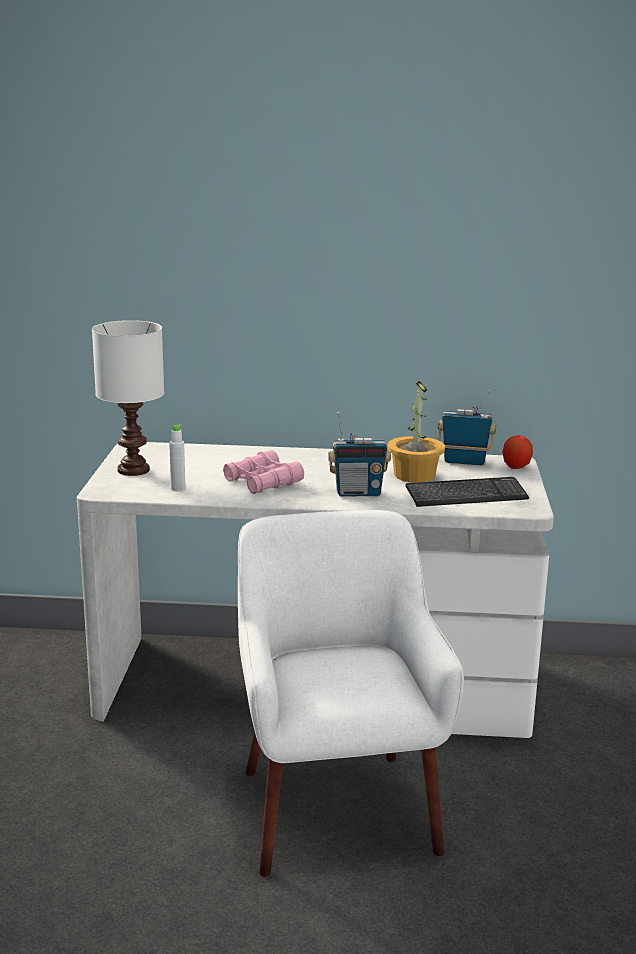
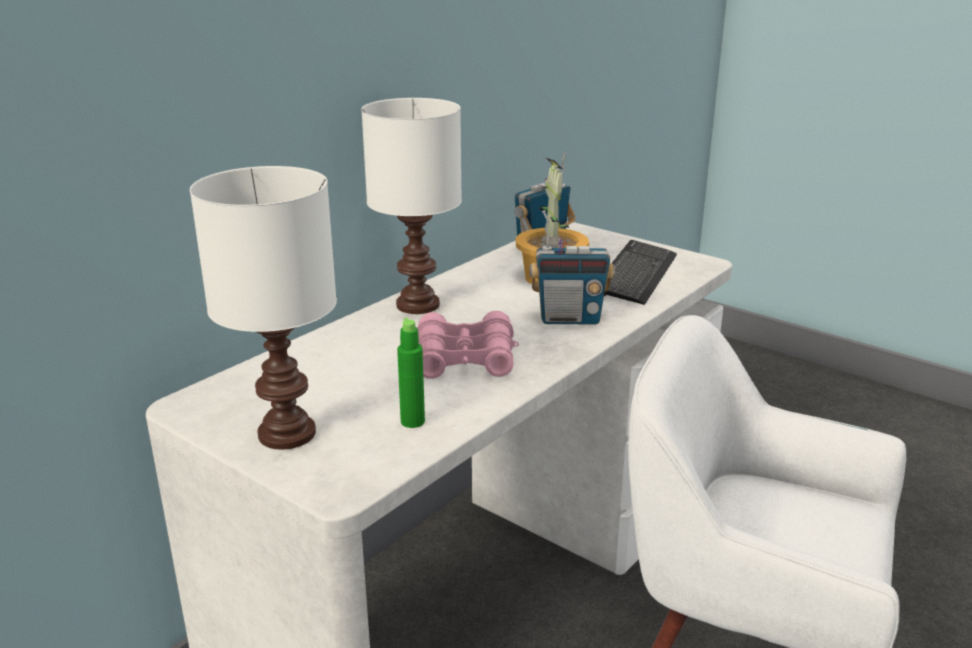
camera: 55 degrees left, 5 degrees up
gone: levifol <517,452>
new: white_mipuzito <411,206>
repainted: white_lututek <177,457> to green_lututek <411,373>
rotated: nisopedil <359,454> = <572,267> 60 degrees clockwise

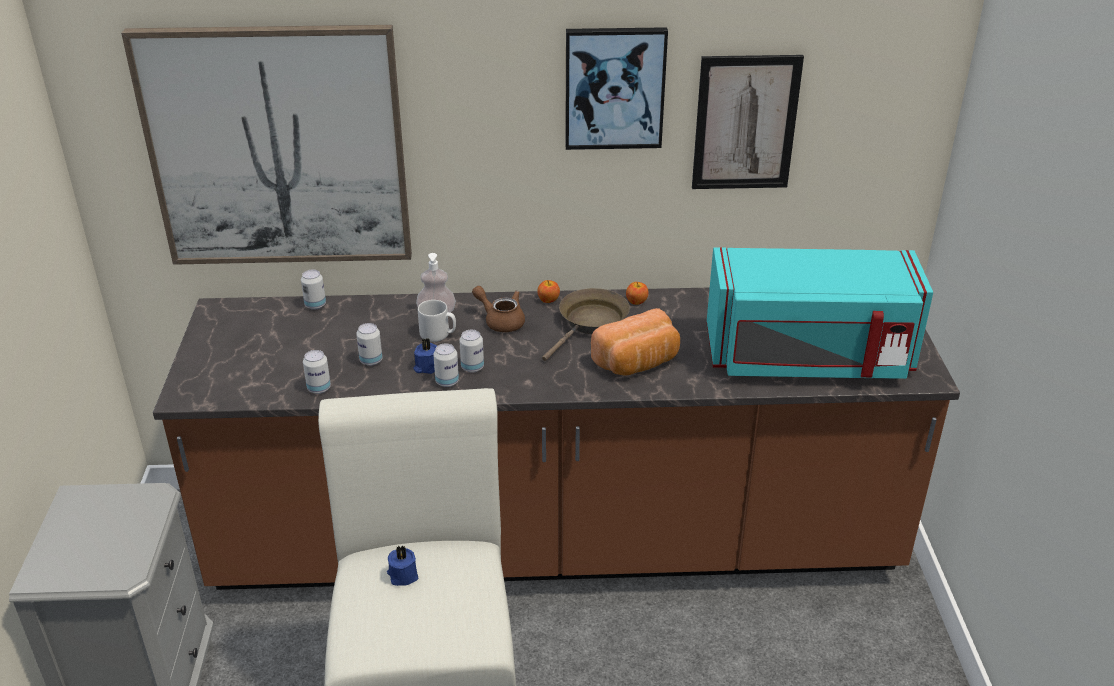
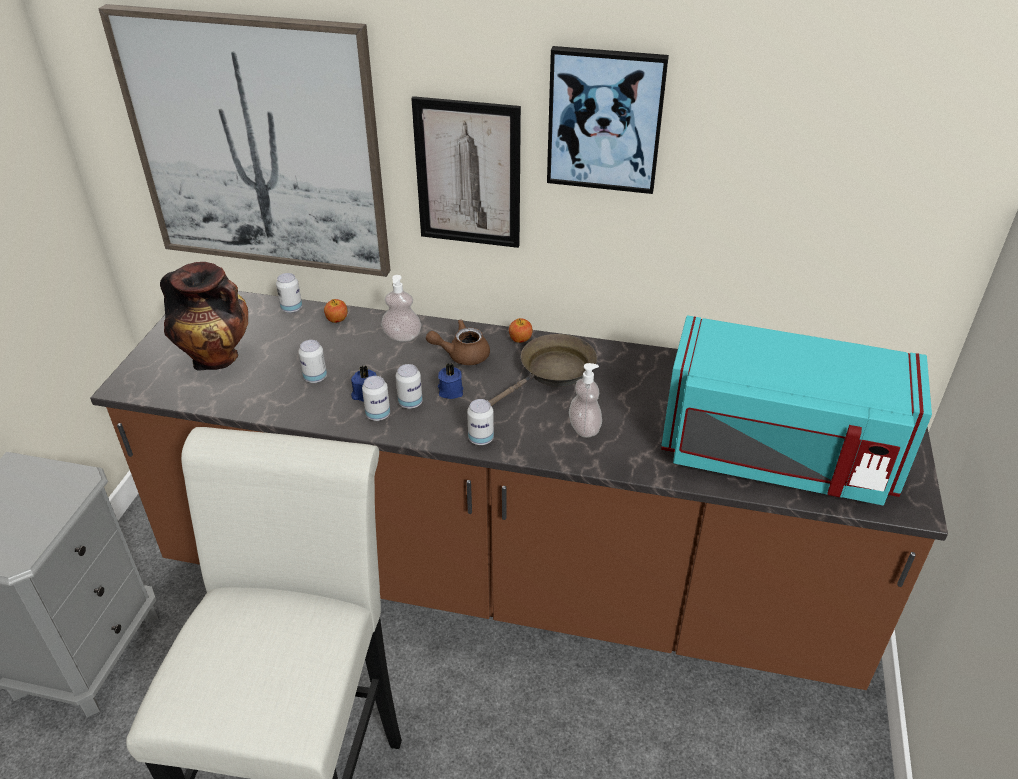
camera: 15 degrees right, 5 degrees up
gone: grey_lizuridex <437,321>
new: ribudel <204,316>
shifted: levifol <637,293> to <335,311>; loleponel <748,122> to <466,172>; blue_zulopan <402,565> to <450,381>; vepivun <317,372> to <480,422>
swapped: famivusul <635,342> to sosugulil <585,400>
rotated: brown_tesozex <498,309> = <458,342> 60 degrees counterclockwise

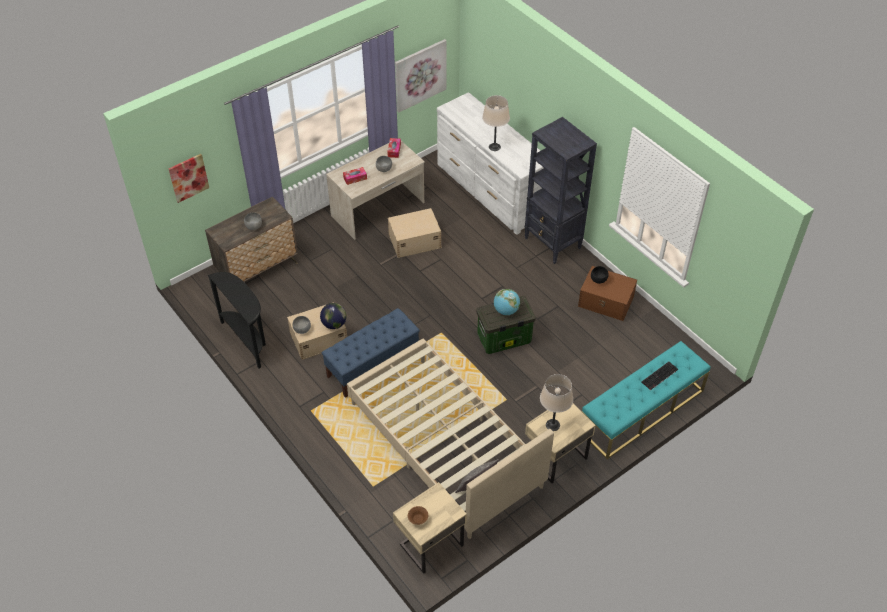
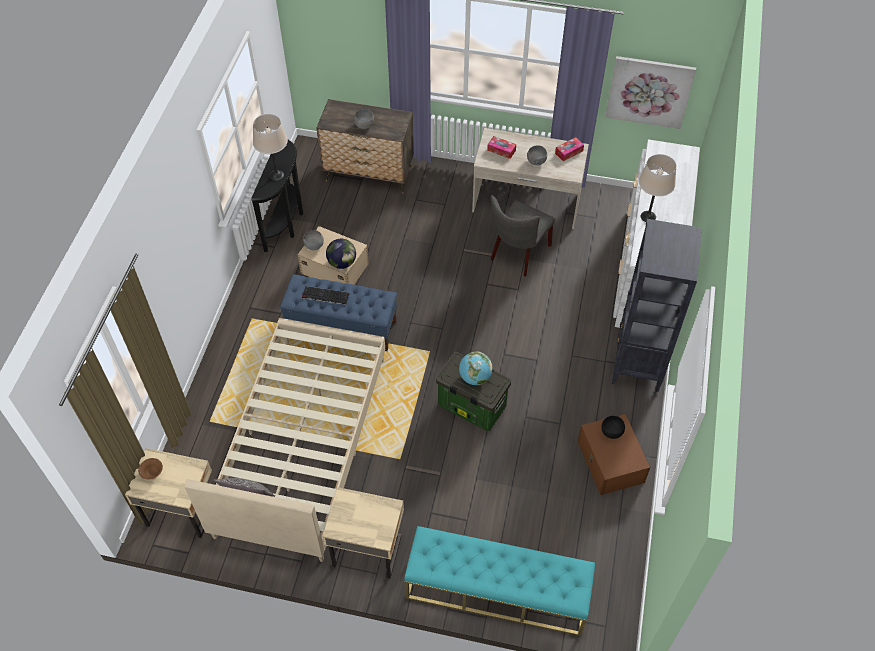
camera: 50 degrees right, 5 degrees up
gone: loleponel <188,178>
shifted: beige_mipuzito <556,402> to <270,147>; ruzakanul <659,376> to <326,295>
swapped: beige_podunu <414,233> to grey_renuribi <523,235>

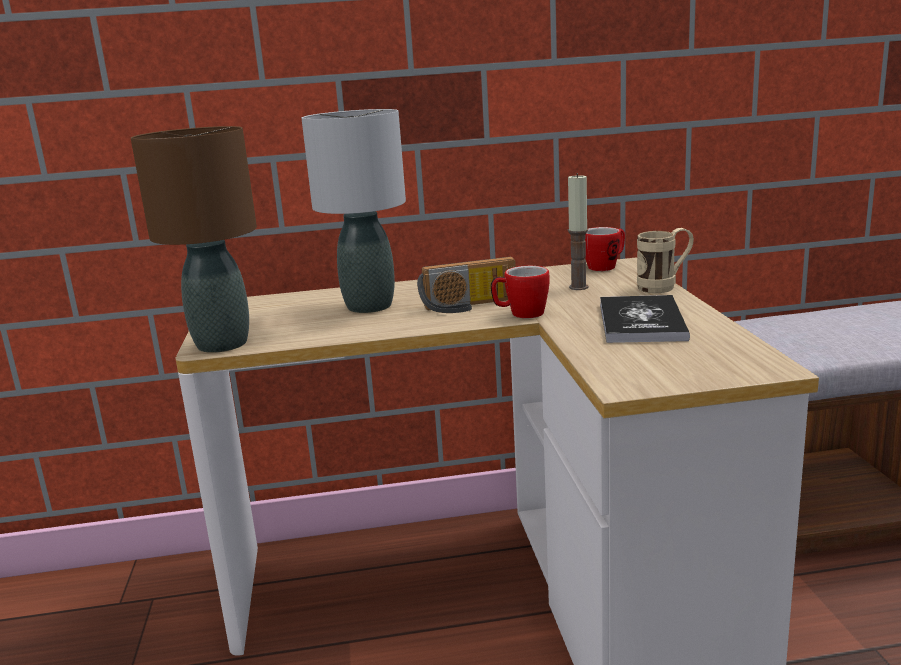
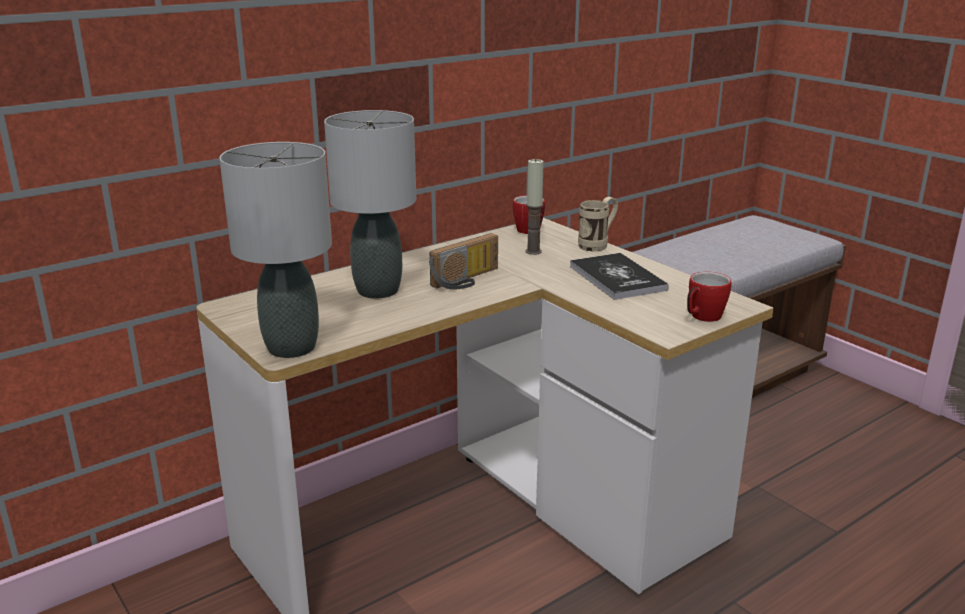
camera: 30 degrees left, 5 degrees up
shifted: lizuridex <520,292> to <709,297>
repainted: brown_mipuzito <194,239> to grey_mipuzito <275,250>

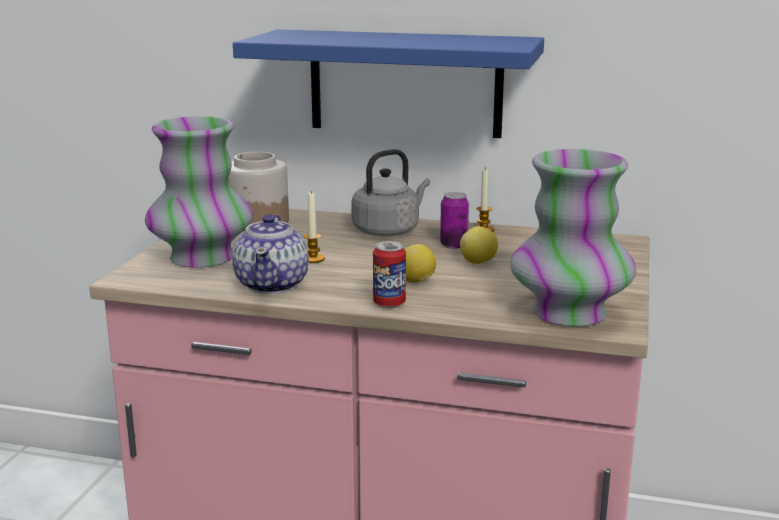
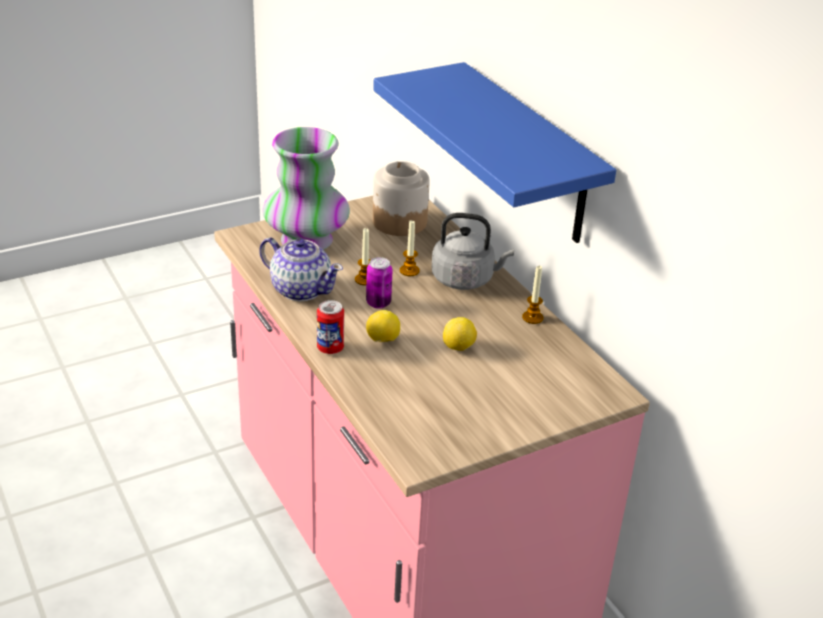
camera: 45 degrees right, 15 degrees up
gone: ribudel <573,237>
new: zulopan <410,248>
shifted: vepivun <454,220> to <379,283>
rotated: tesozex <270,254> = <301,269> 105 degrees counterclockwise

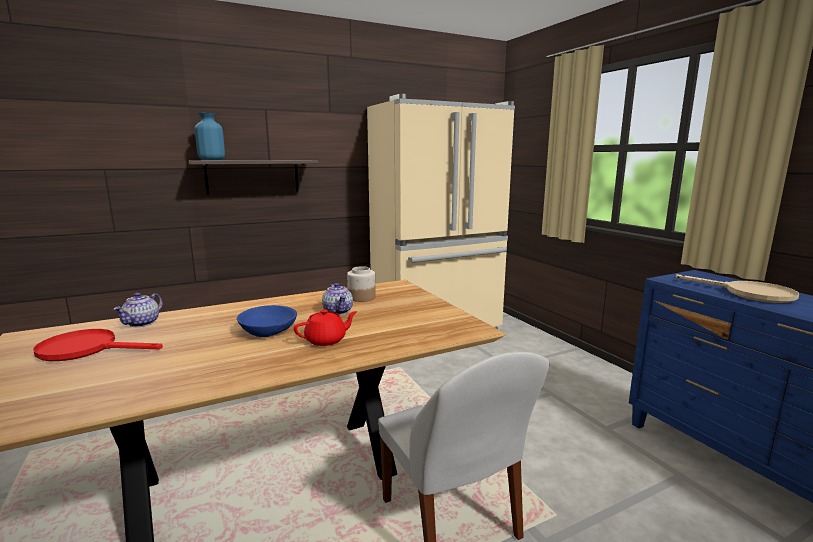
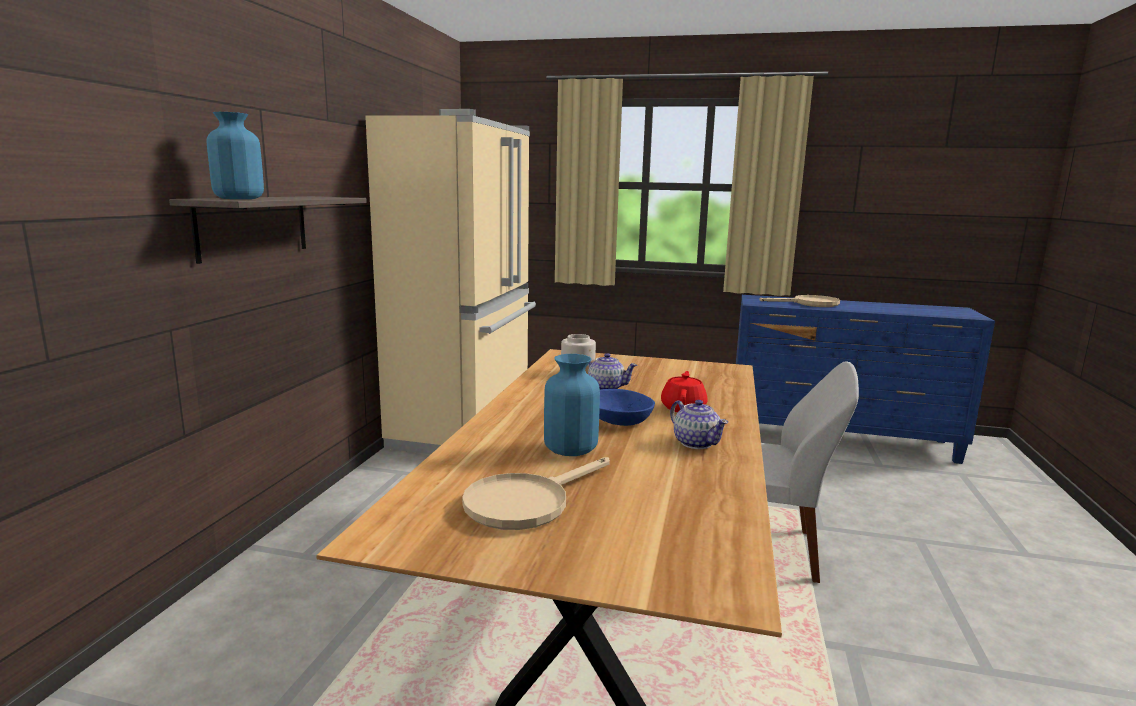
camera: 50 degrees left, 0 degrees up
new: blue_ribudel <572,405>
shifted: tesozex <137,310> to <699,424>
repainted: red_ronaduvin <98,345> to beige_ronaduvin <536,493>

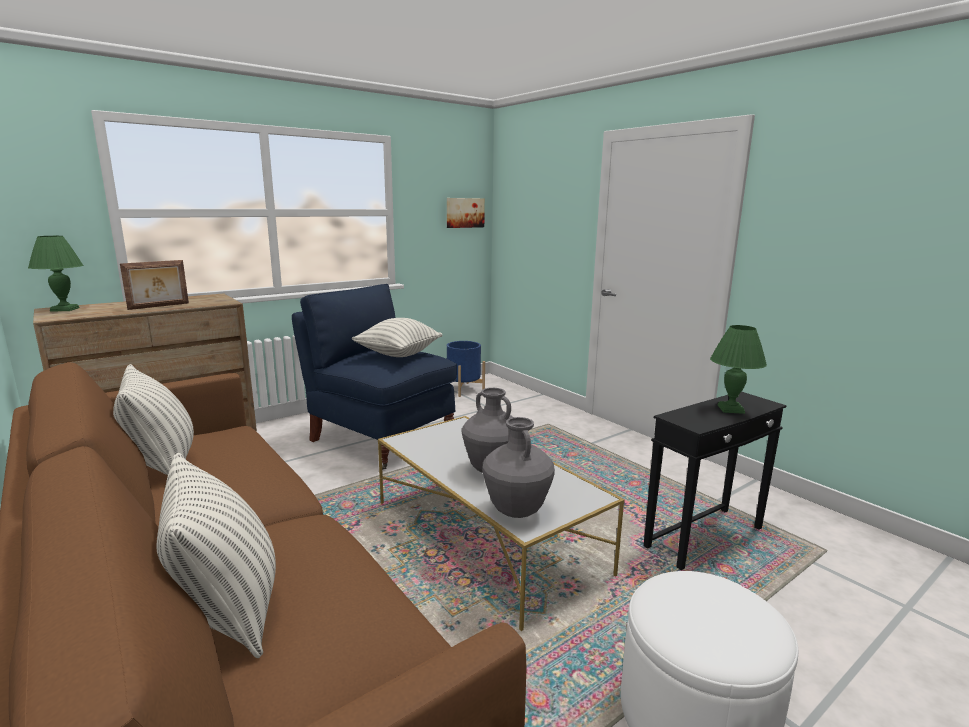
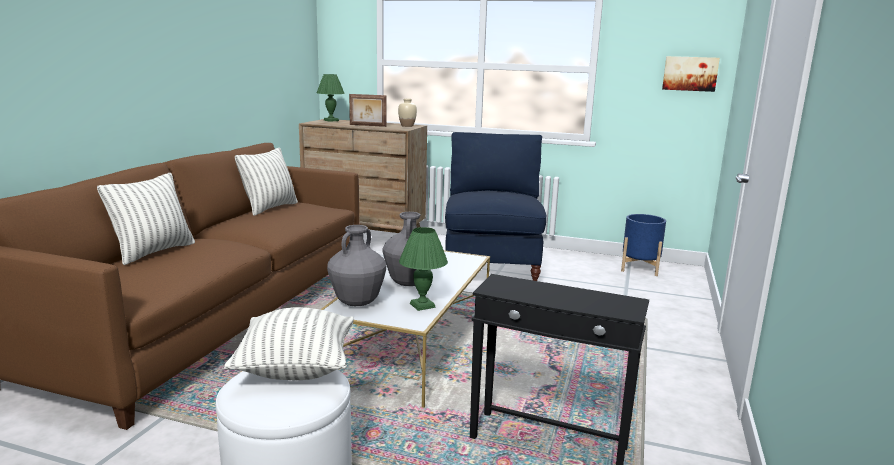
camera: 55 degrees right, 0 degrees up
new: beige_ribudel <407,113>
shifted: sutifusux <397,337> to <289,343>; green_mipuzito <738,369> to <423,269>

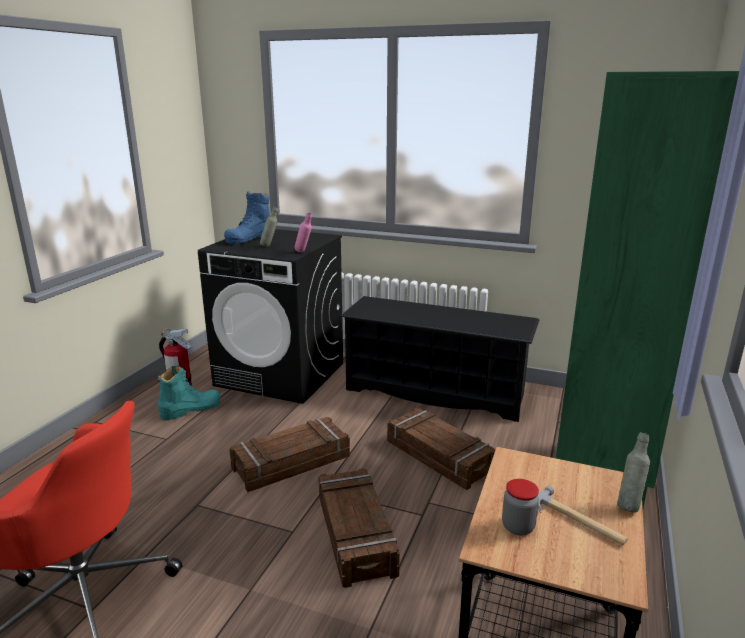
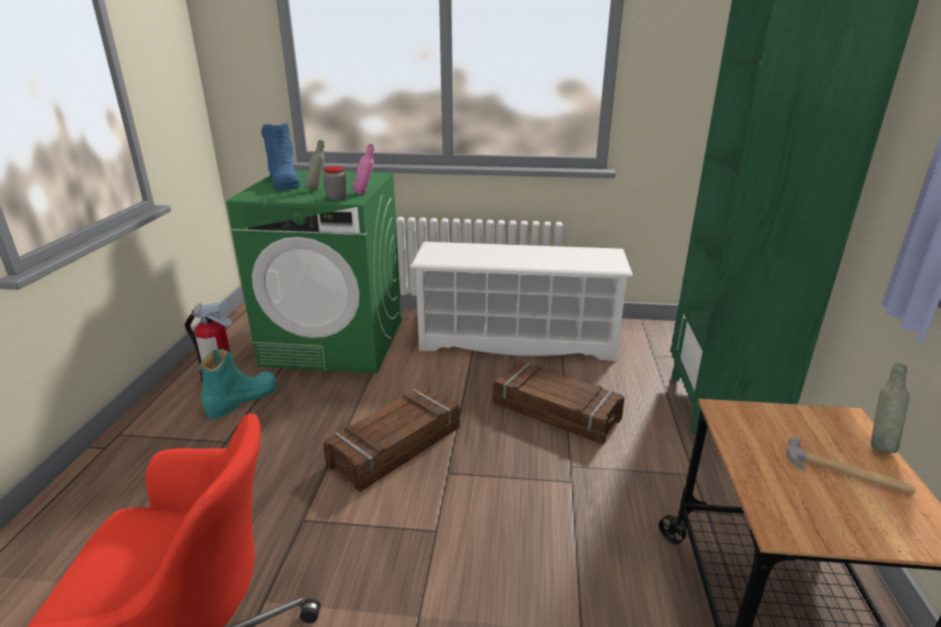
camera: 15 degrees left, 5 degrees up
gone: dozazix <359,528>
shifted: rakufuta <520,507> to <335,183>
repainted: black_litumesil <270,316> to green_litumesil <314,271>; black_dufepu <439,359> to white_dufepu <521,301>
rotated: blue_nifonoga <247,217> = <281,156> 45 degrees counterclockwise

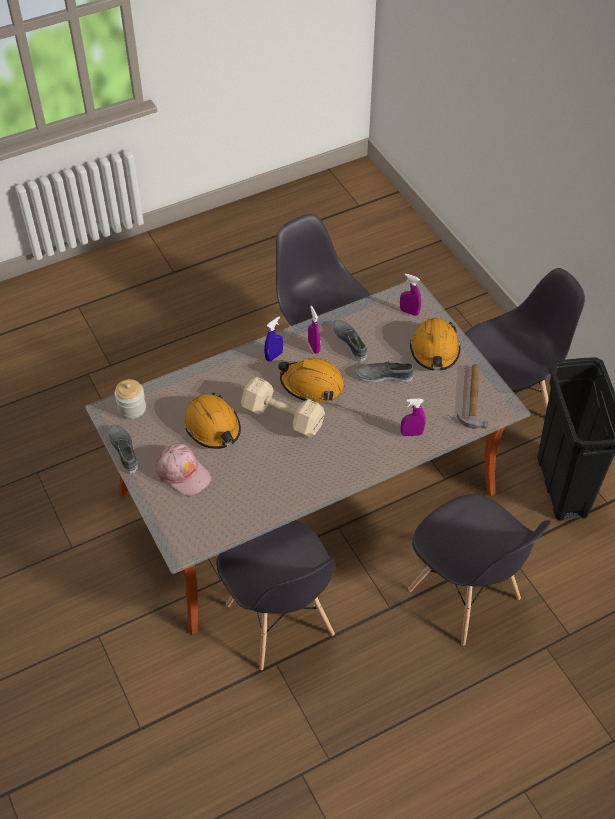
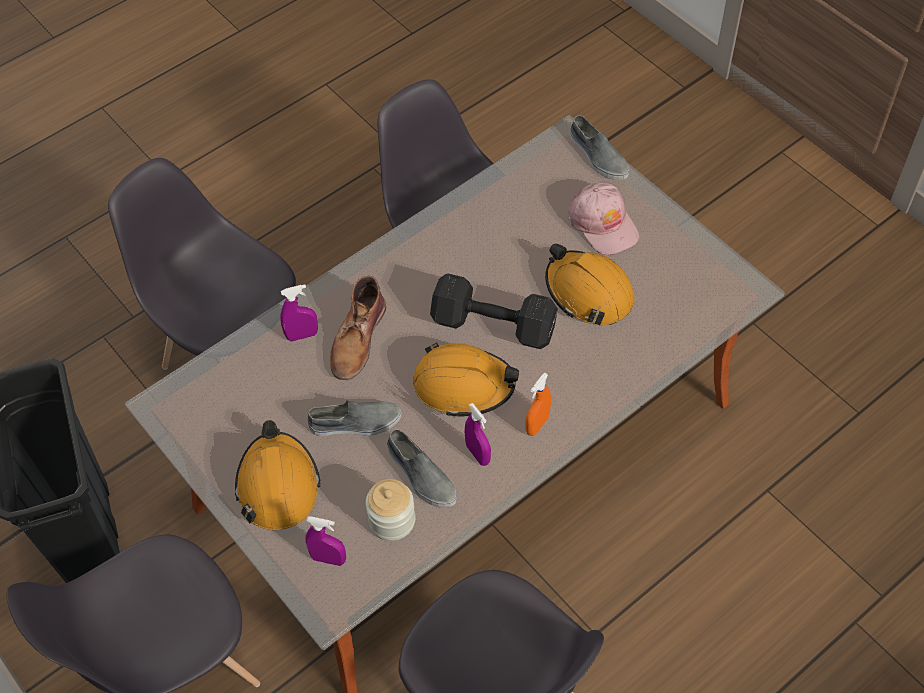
camera: 170 degrees right, 5 degrees up
gone: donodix <472,396>
new: brown_nifonoga <358,327>
shifted: rakufuta <130,399> to <390,510>; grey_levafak <123,449> to <599,147>
repainted: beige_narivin <283,407> to black_narivin <494,311>; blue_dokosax <273,339> to orange_dokosax <538,404>
rotated: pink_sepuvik <183,469> = <603,218> 150 degrees counterclockwise

